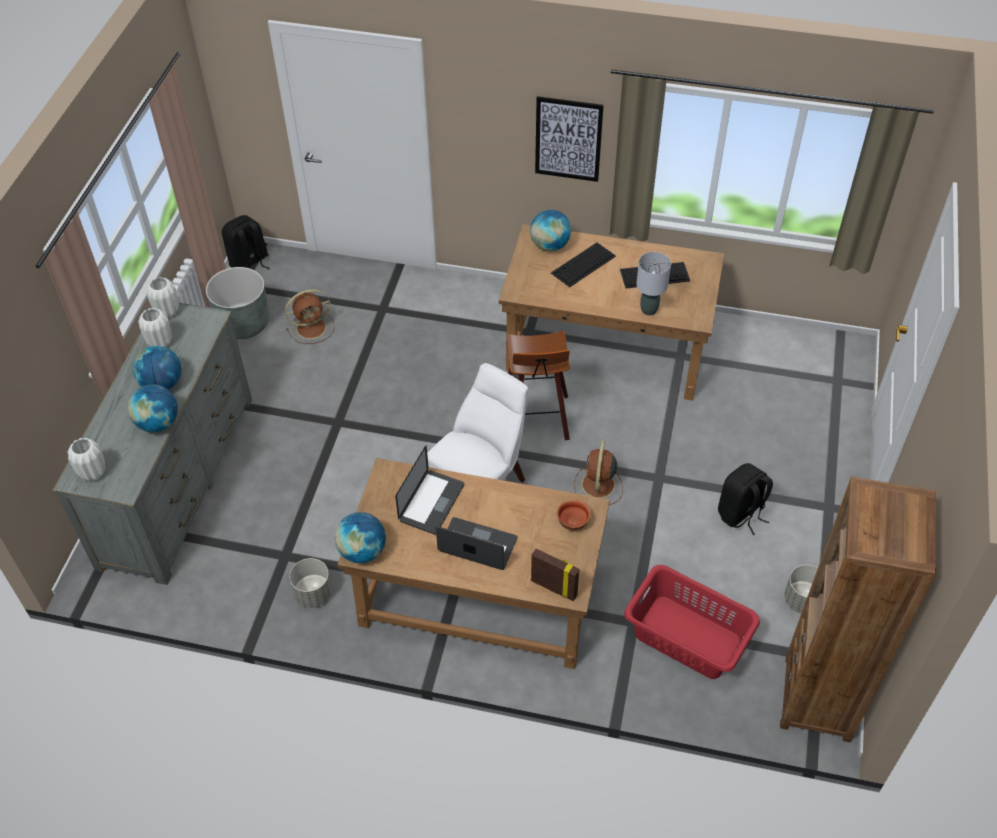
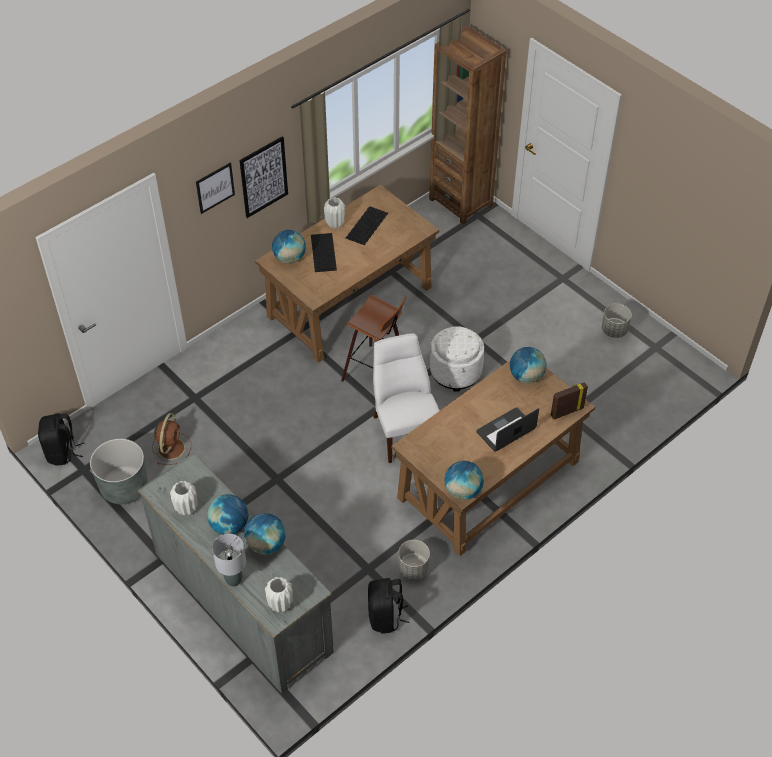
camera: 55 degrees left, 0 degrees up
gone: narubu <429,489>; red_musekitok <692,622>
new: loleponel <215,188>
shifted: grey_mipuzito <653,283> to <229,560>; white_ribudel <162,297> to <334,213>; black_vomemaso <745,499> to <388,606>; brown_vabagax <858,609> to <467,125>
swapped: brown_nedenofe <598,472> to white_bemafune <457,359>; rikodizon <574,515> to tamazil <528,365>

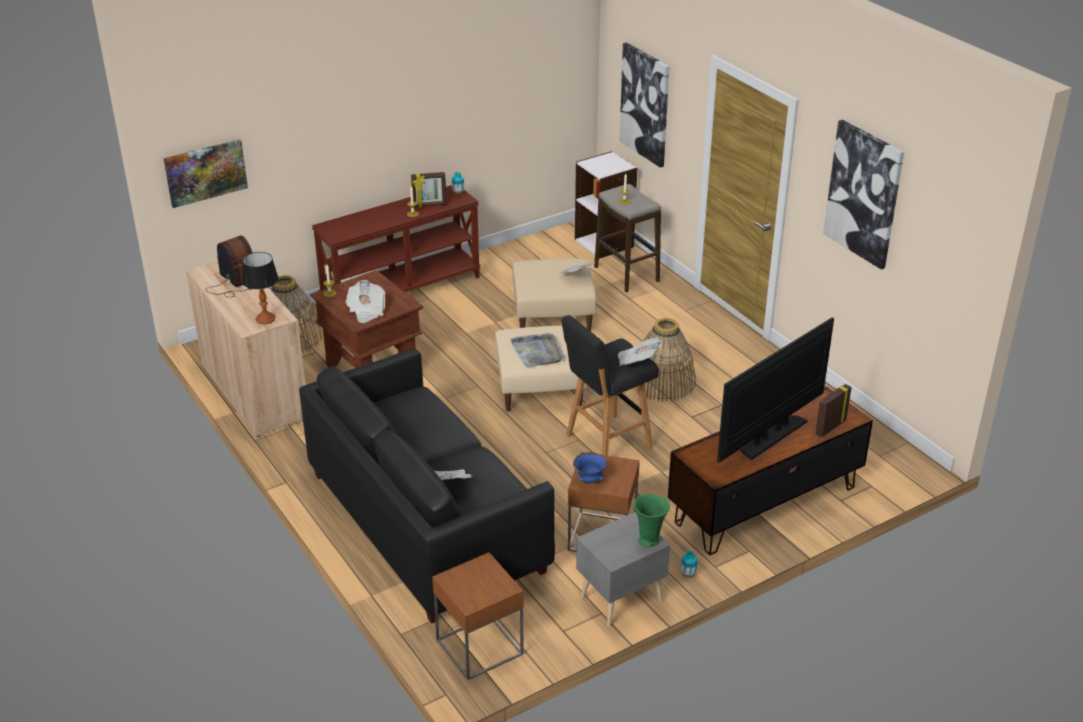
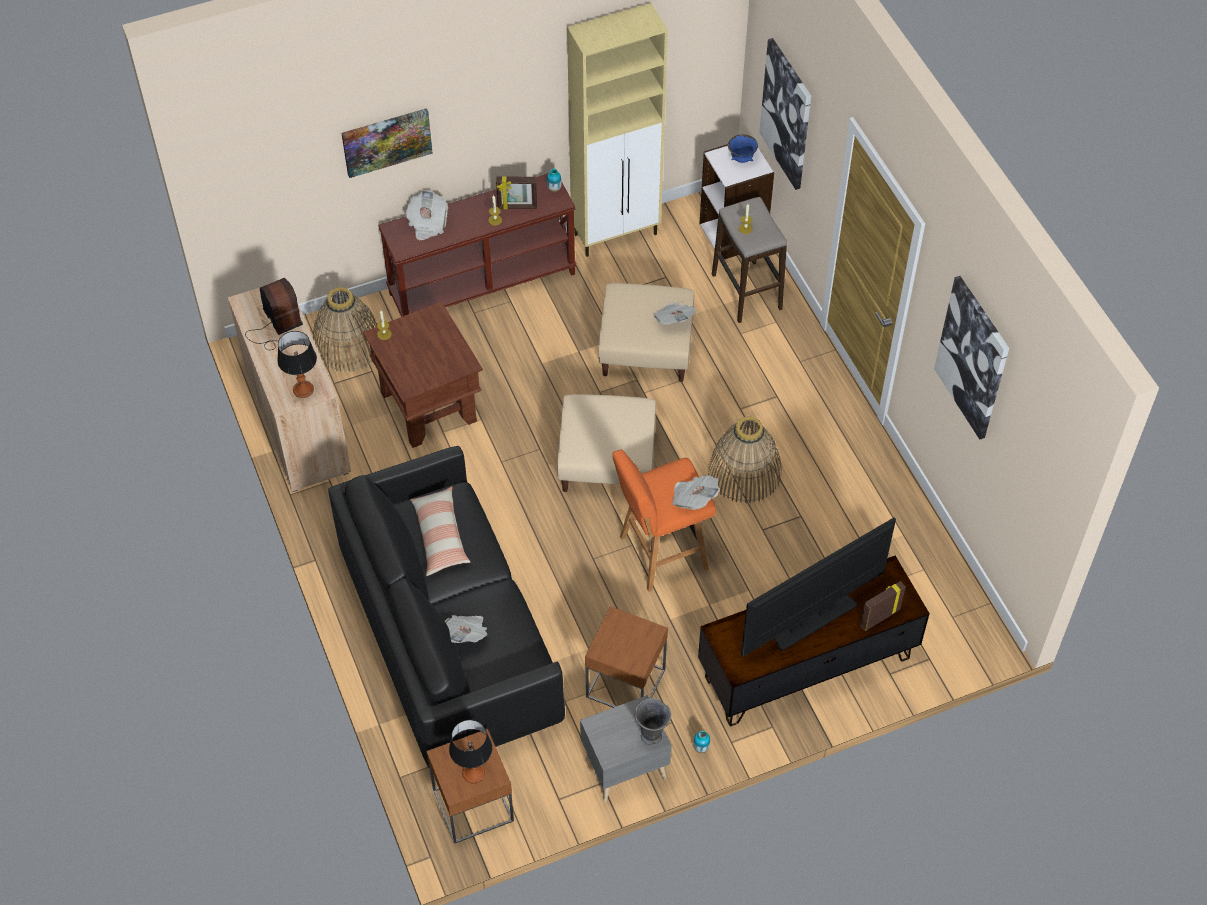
camera: 10 degrees right, 20 degrees up
gone: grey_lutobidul <537,350>
new: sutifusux <440,531>; mipuzito <470,751>; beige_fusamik <617,130>
shifted: loleponel <206,173> to <387,143>; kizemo <365,301> to <426,215>; blue_rikodizon <590,467> to <743,148>
repainted: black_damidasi <610,385> to orange_damidasi <664,521>; green_ribudel <652,521> to grey_ribudel <653,721>

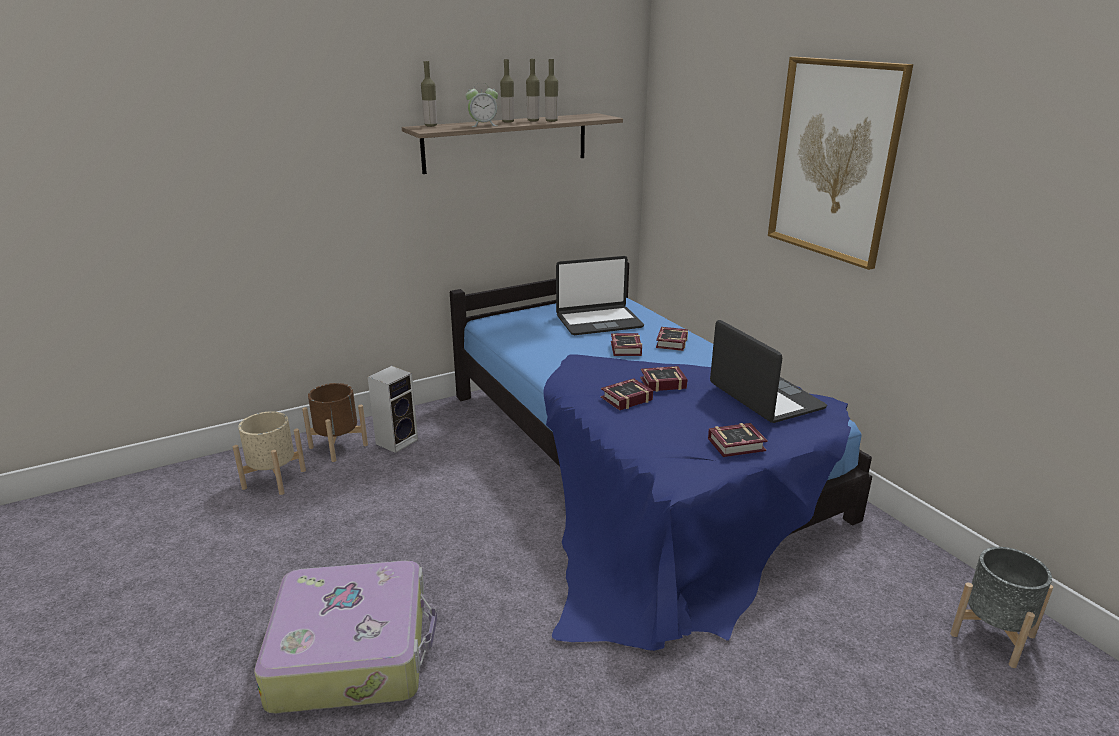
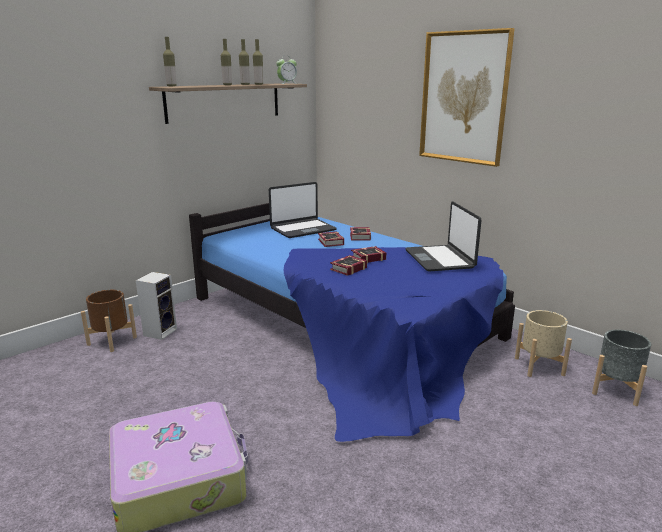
camera: 15 degrees left, 5 degrees down
gone: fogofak <738,440>
shifted: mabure <481,105> to <286,69>; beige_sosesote <269,453> to <543,343>
rotated: narubu <768,371> = <443,236> 150 degrees counterclockwise

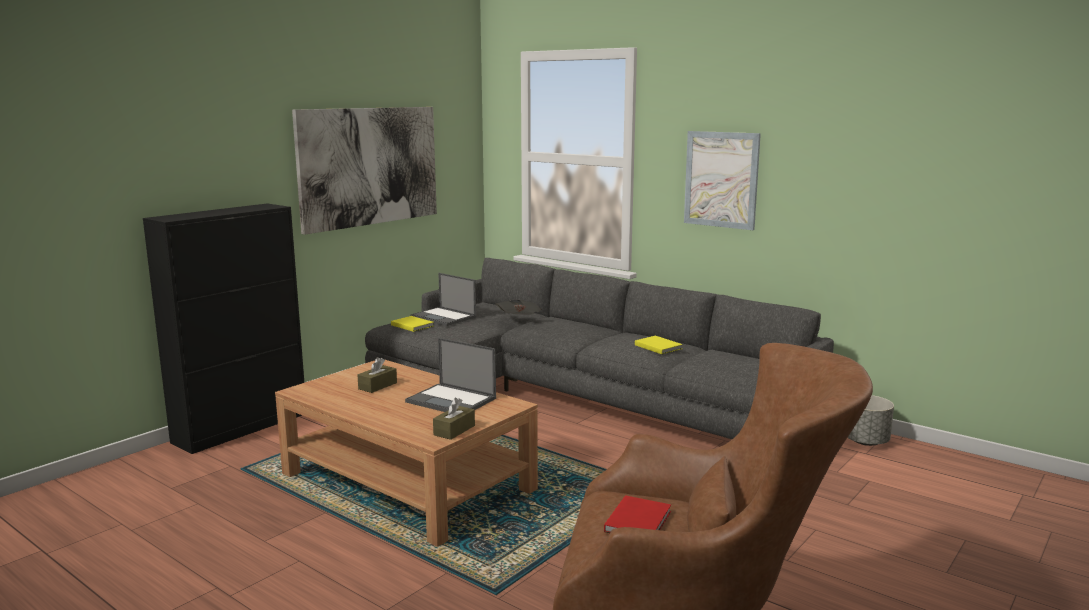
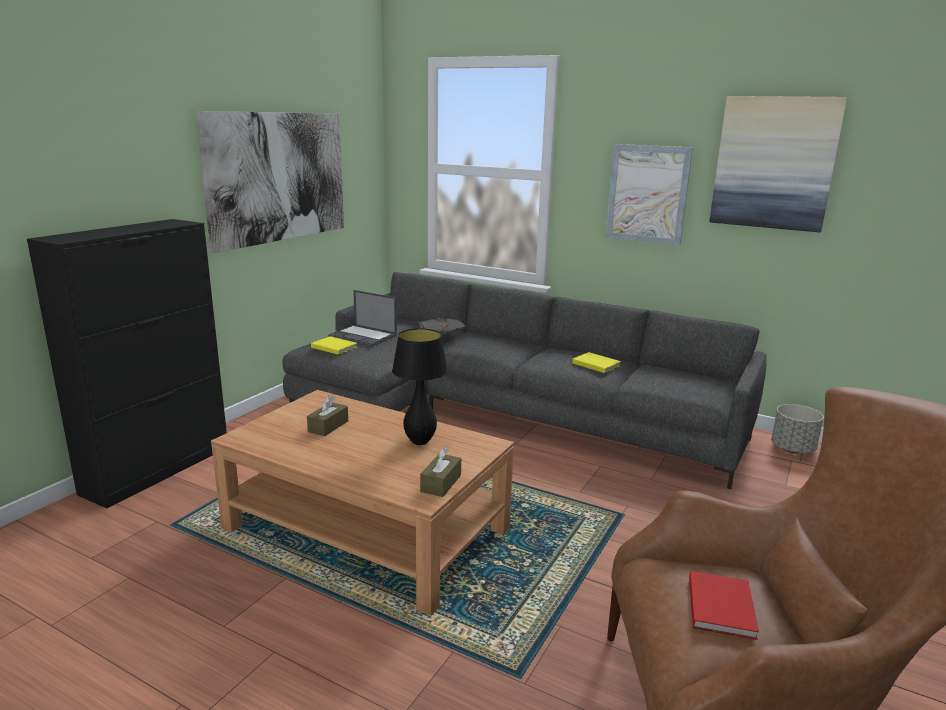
camera: 10 degrees left, 5 degrees up
new: loleponel <778,164>
swapped: narubu <450,375> to black_mipuzito <420,386>

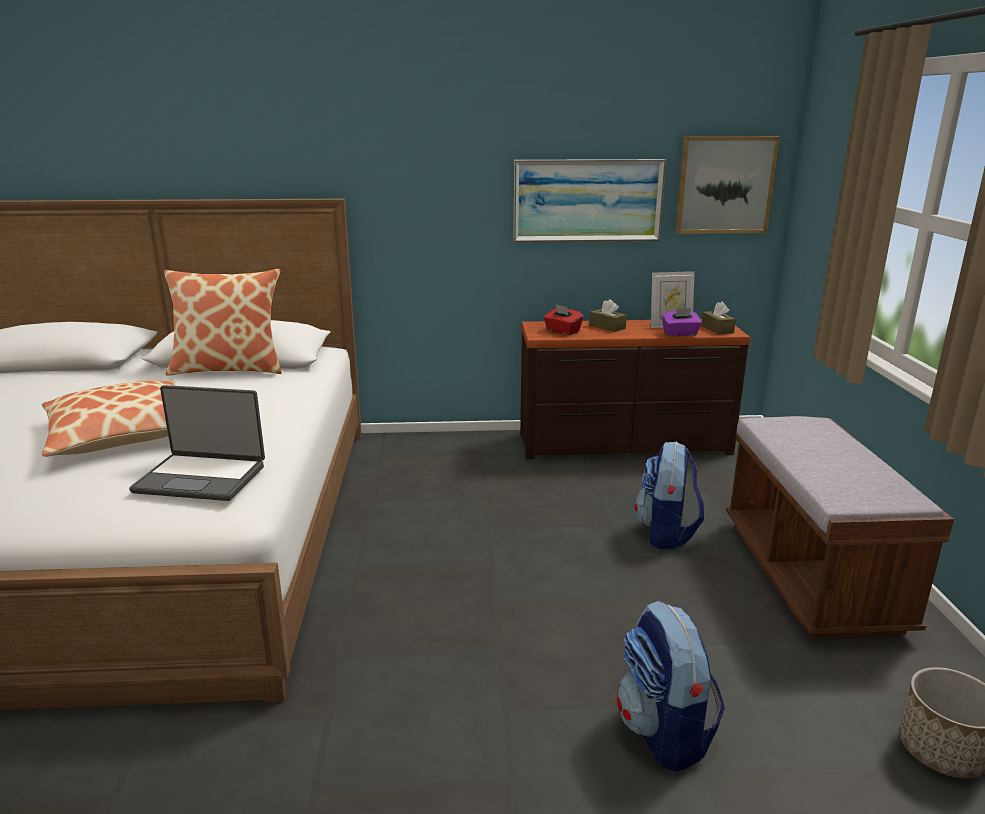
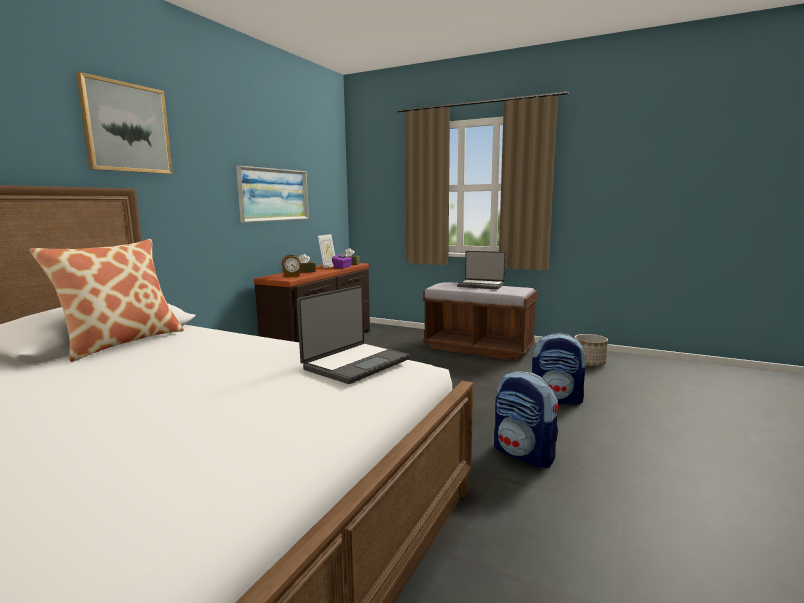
camera: 60 degrees left, 10 degrees down
gone: sutifusux <108,419>
new: narubu <481,270>
shifted: loleponel <727,185> to <124,123>; vomemaso <669,495> to <526,419>
swapped: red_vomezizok <564,319> to mabure <291,265>

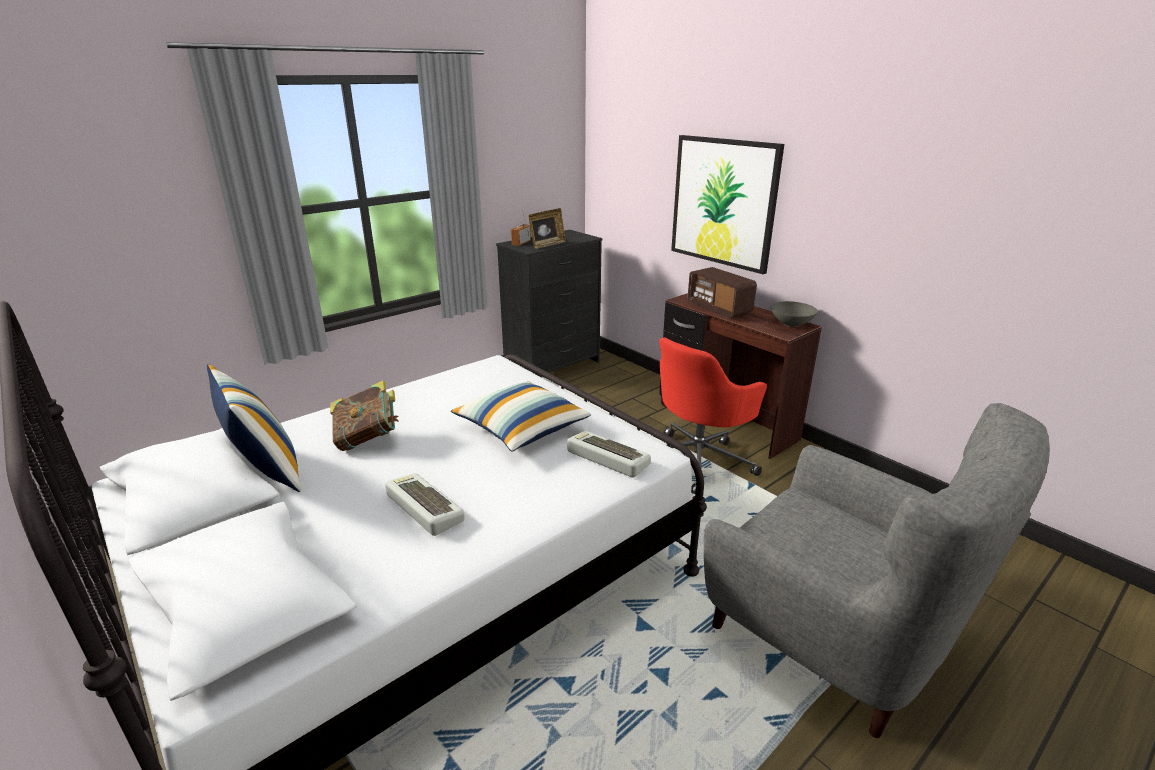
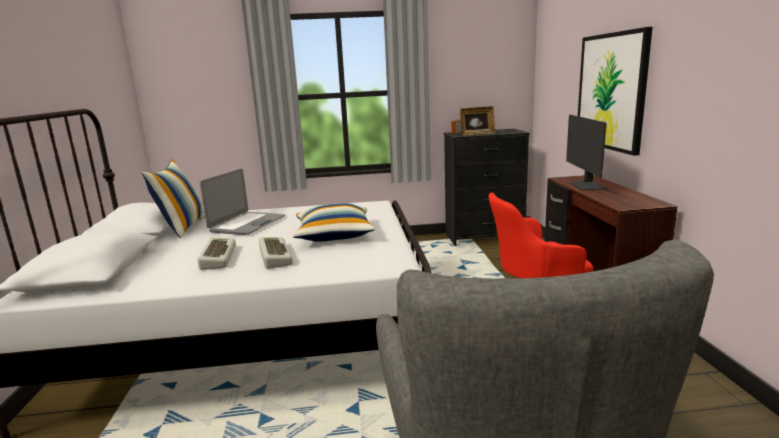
camera: 35 degrees right, 10 degrees down
gone: grey_rikodizon <794,314>
shifted: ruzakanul <609,454> to <276,253>
swapped: fogofak <364,415> to narubu <242,202>; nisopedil <722,293> to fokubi <587,152>

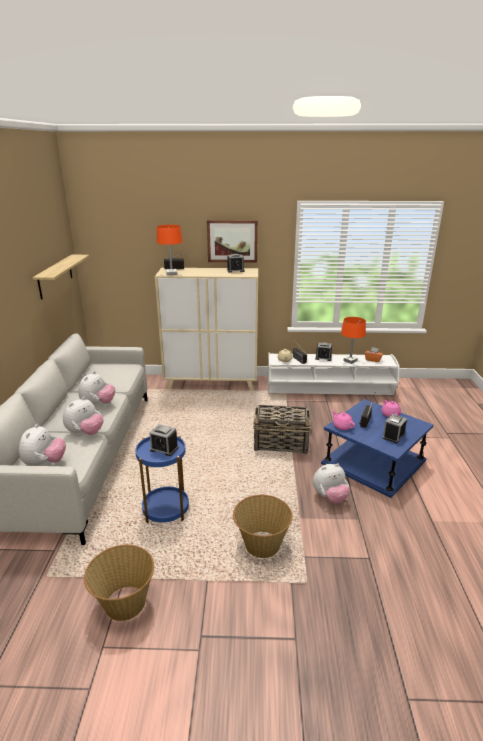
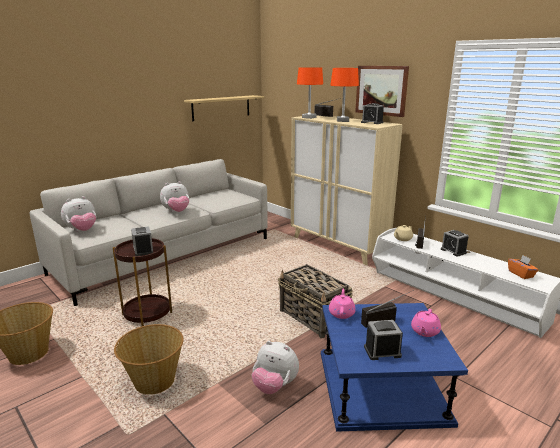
camera: 45 degrees right, 5 degrees down
gone: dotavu <83,416>
shifted: orange_mipuzito <353,340> to <344,95>
repainted: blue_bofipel <162,479> to brown_bofipel <142,282>

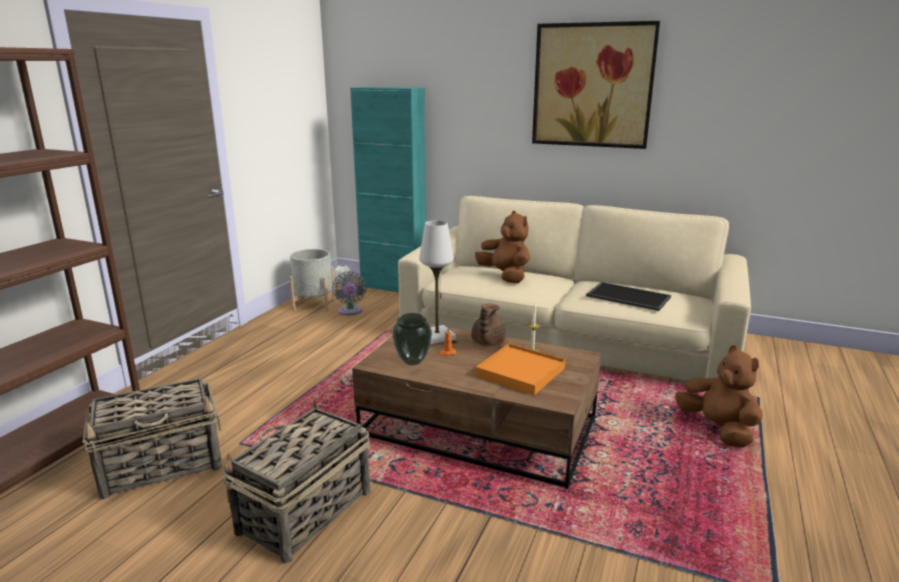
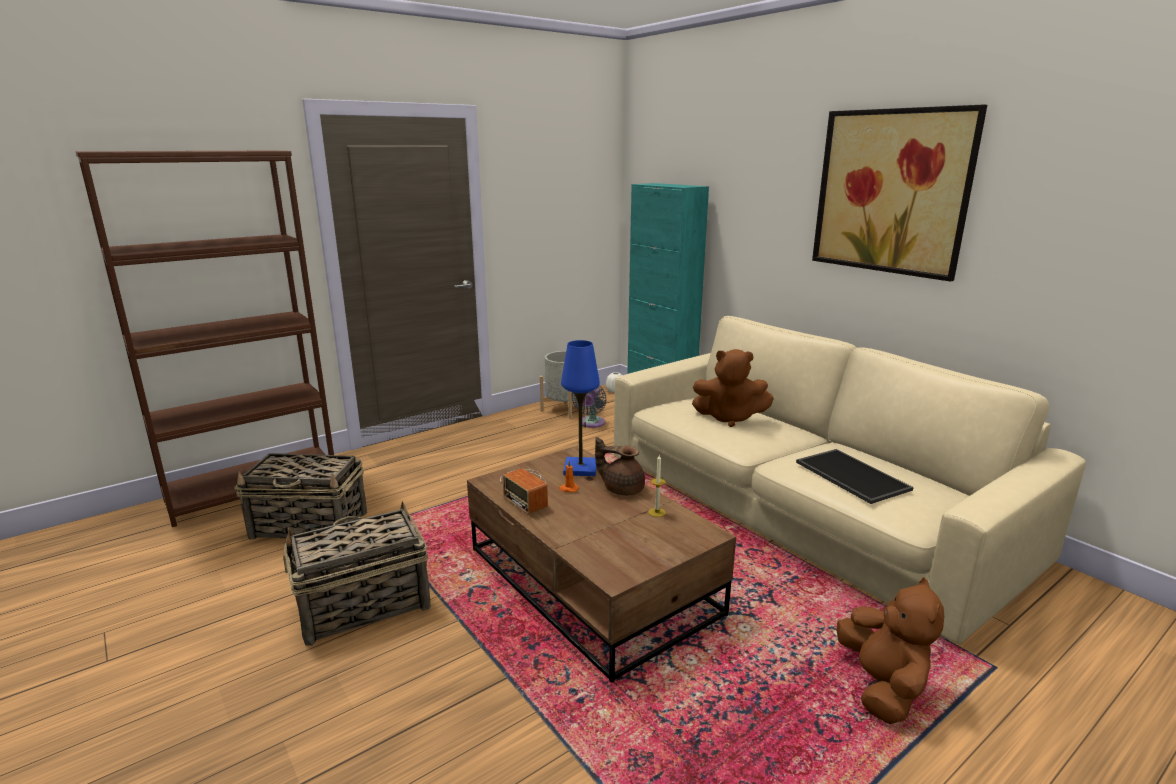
camera: 30 degrees right, 0 degrees up
gone: orange_lutobidul <520,369>
swapped: ribudel <412,339> to nisopedil <524,491>
repainted: white_mipuzito <437,282> to blue_mipuzito <580,408>
rotated: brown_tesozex <488,324> = <620,466> 60 degrees clockwise; brown_dotavu <502,247> = <733,388> 105 degrees clockwise

